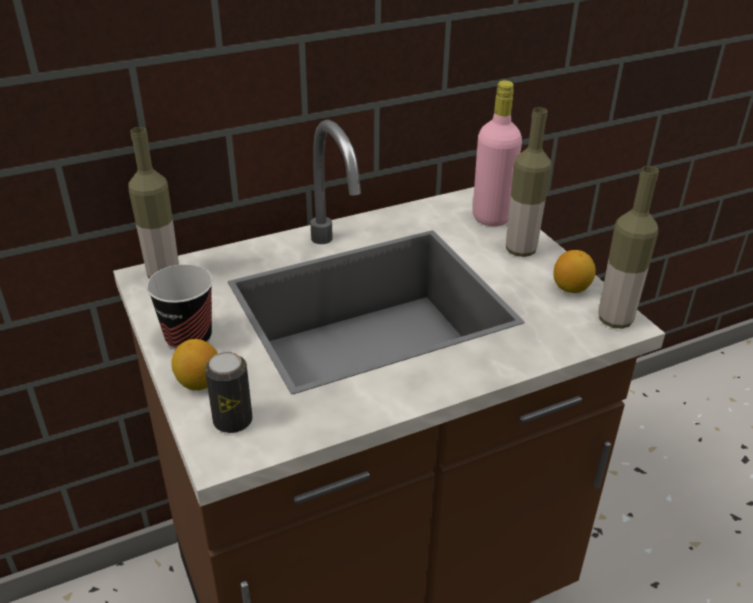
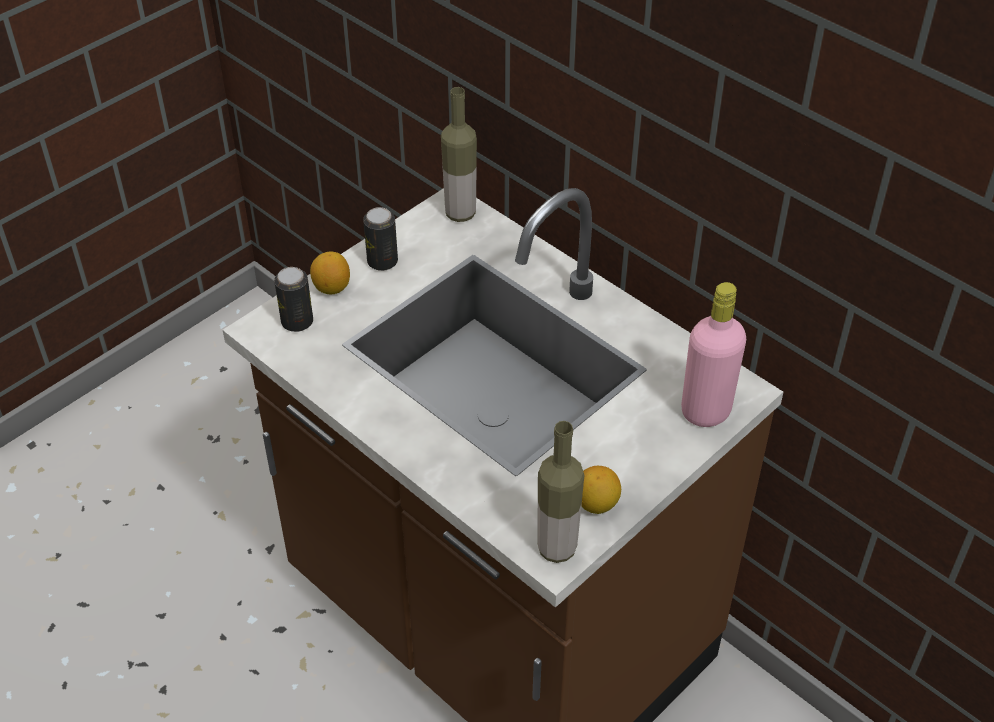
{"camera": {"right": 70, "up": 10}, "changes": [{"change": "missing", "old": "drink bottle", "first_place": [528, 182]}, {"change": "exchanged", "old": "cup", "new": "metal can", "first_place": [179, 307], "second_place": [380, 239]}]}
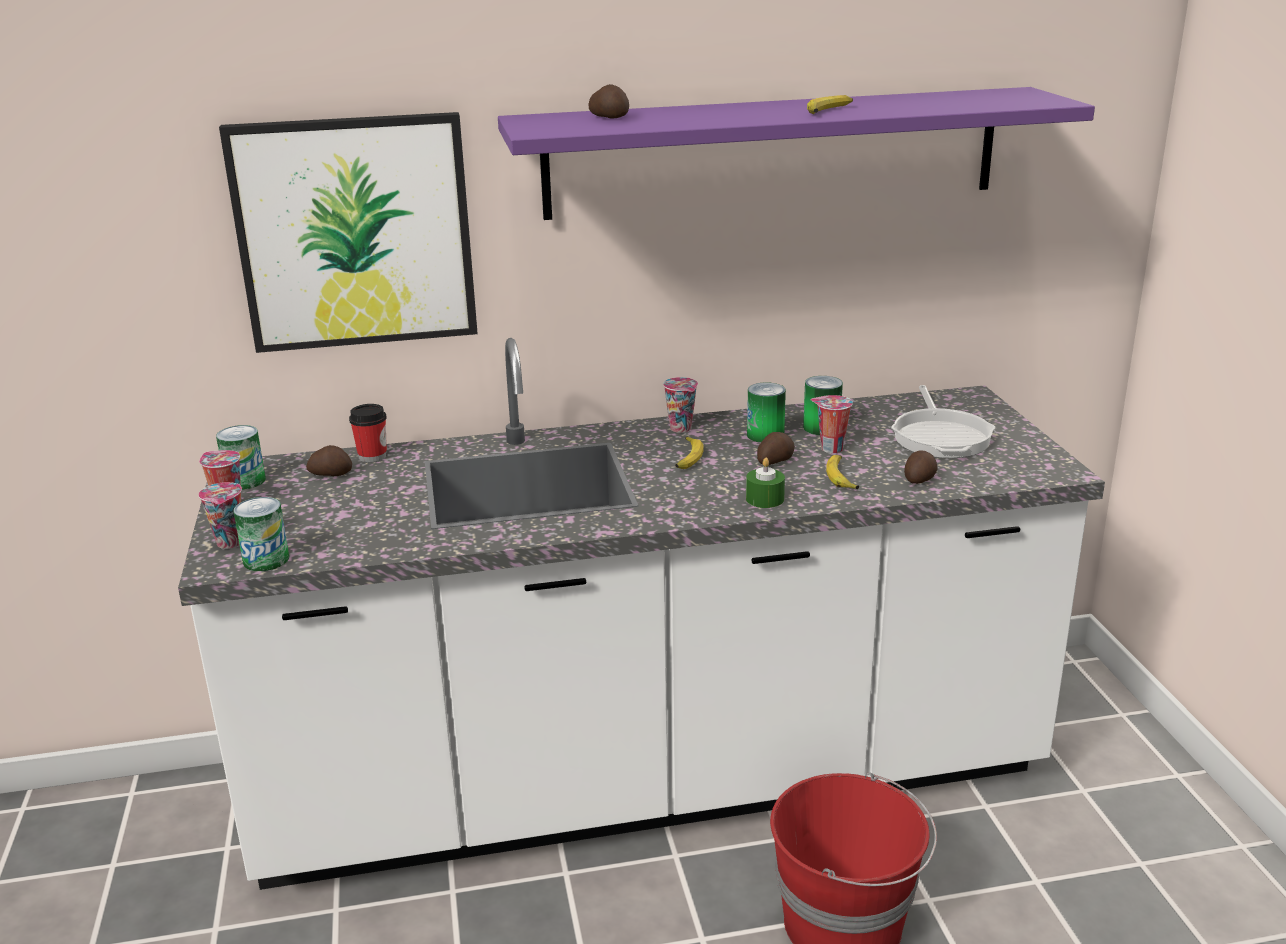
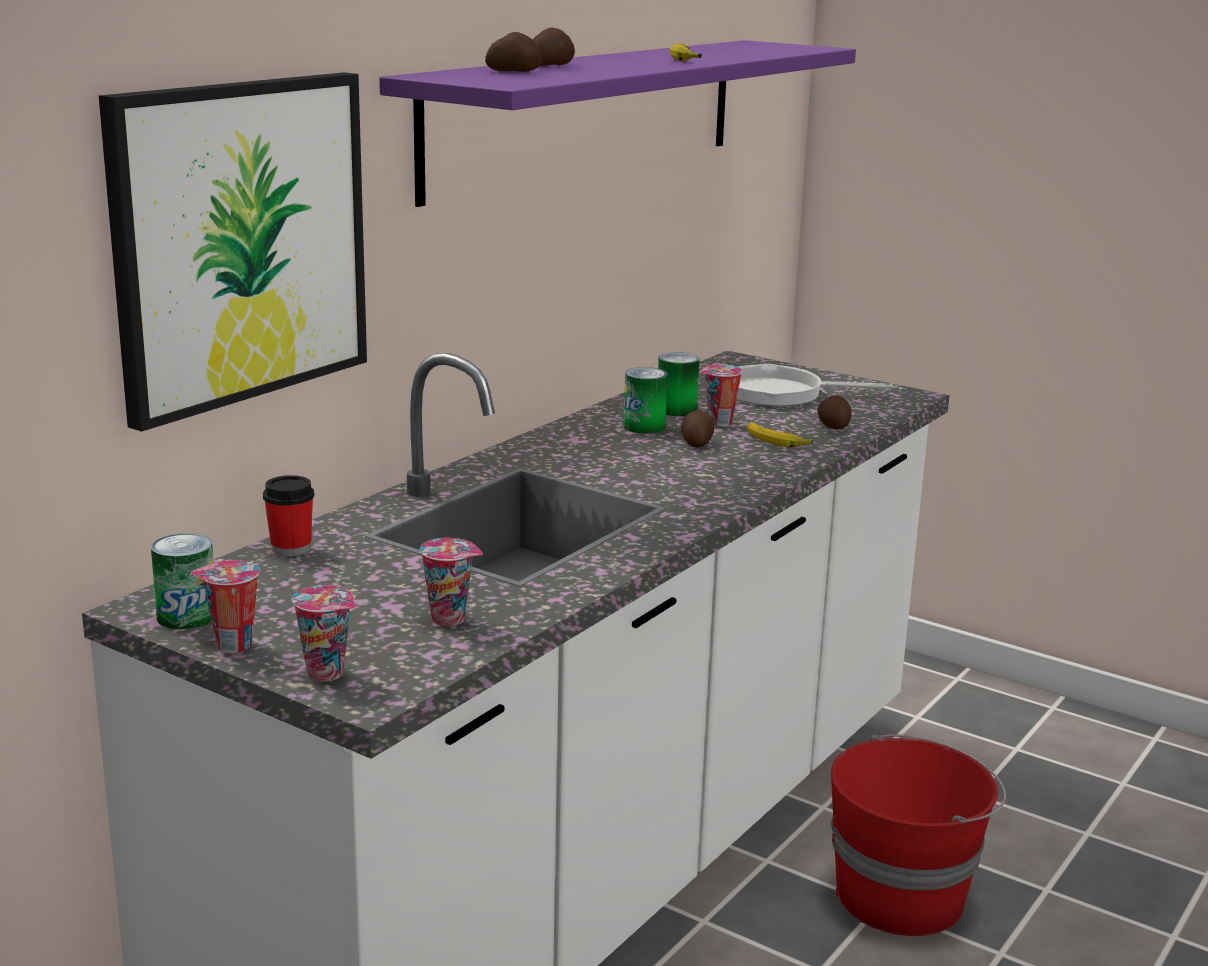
{"camera": {"right": -45, "up": -5}, "changes": [{"change": "relocated", "old": "cup", "first_place": [680, 405], "second_place": [451, 582]}, {"change": "spun", "old": "pan", "first_place": [943, 421], "second_place": [815, 385], "degrees": 135}, {"change": "missing", "old": "banana fruit", "first_place": [689, 452]}, {"change": "relocated", "old": "spud", "first_place": [329, 460], "second_place": [553, 46]}, {"change": "missing", "old": "candle in greenish", "first_place": [765, 482]}, {"change": "missing", "old": "metal can", "first_place": [261, 534]}]}
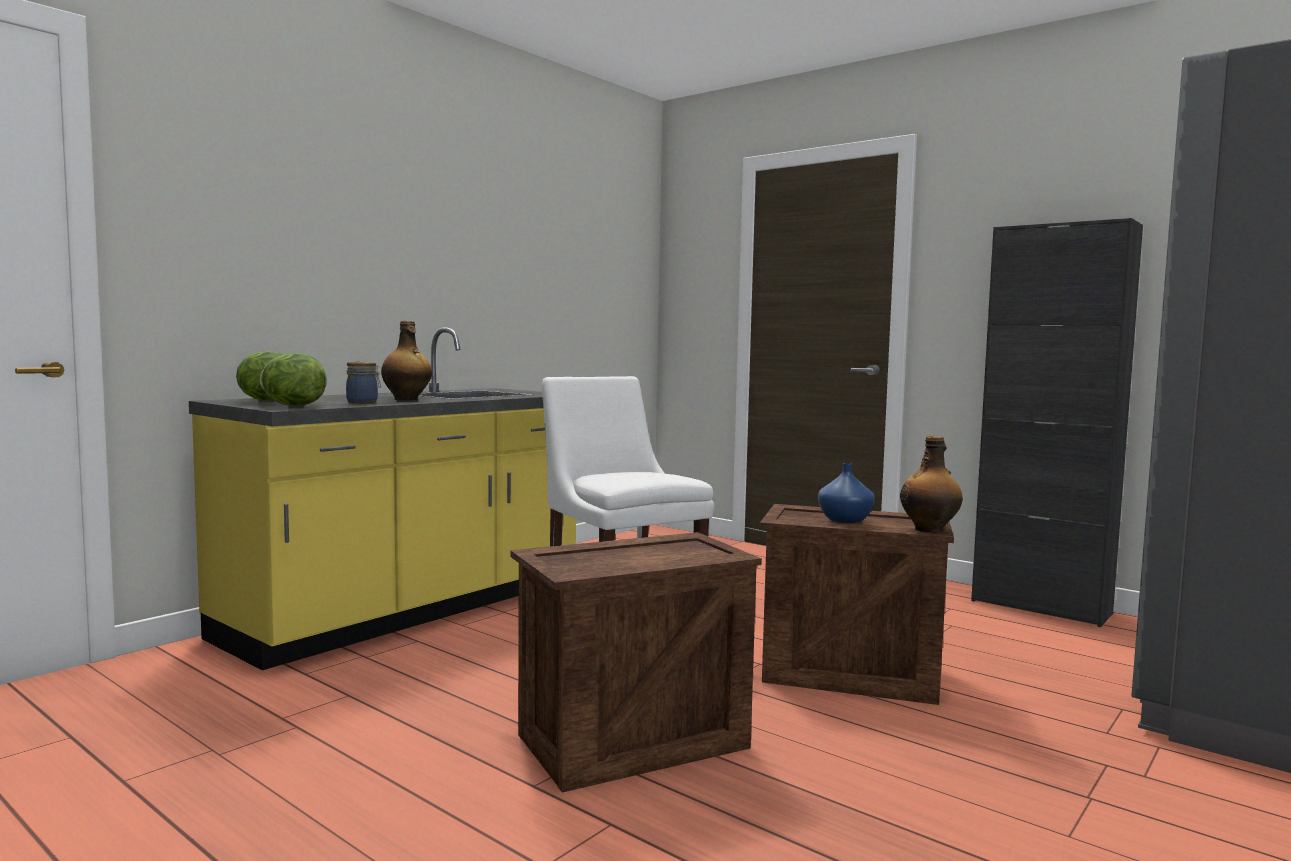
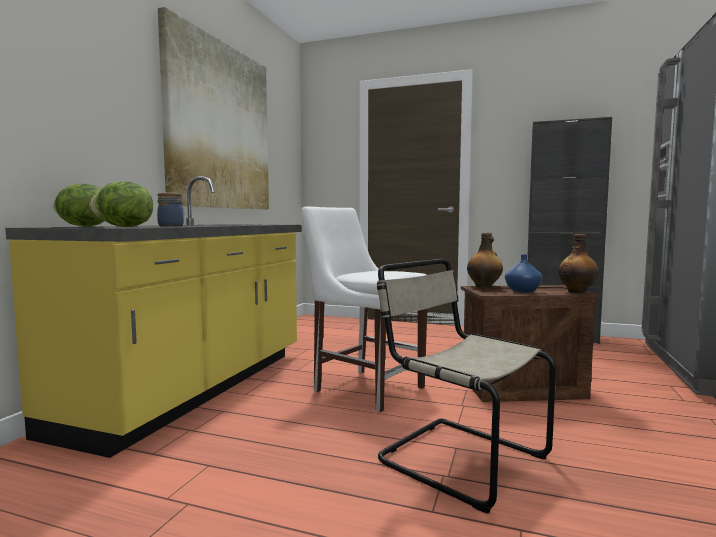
{"camera": {"right": -20, "up": 0}, "changes": [{"change": "relocated", "old": "drink bottle", "first_place": [406, 361], "second_place": [485, 260]}, {"change": "exchanged", "old": "crate", "new": "plain chair in sand-coloured", "first_place": [636, 662], "second_place": [466, 386]}, {"change": "appeared", "new": "wall picture", "second_place": [213, 108]}]}
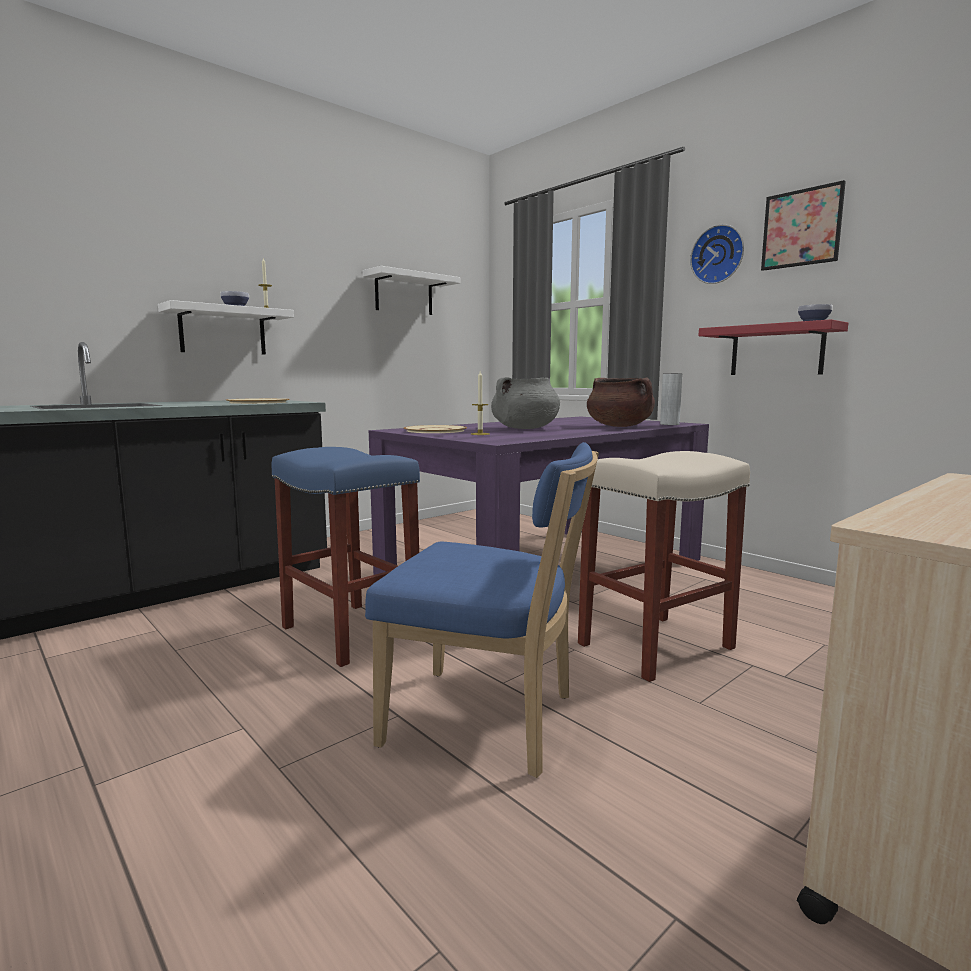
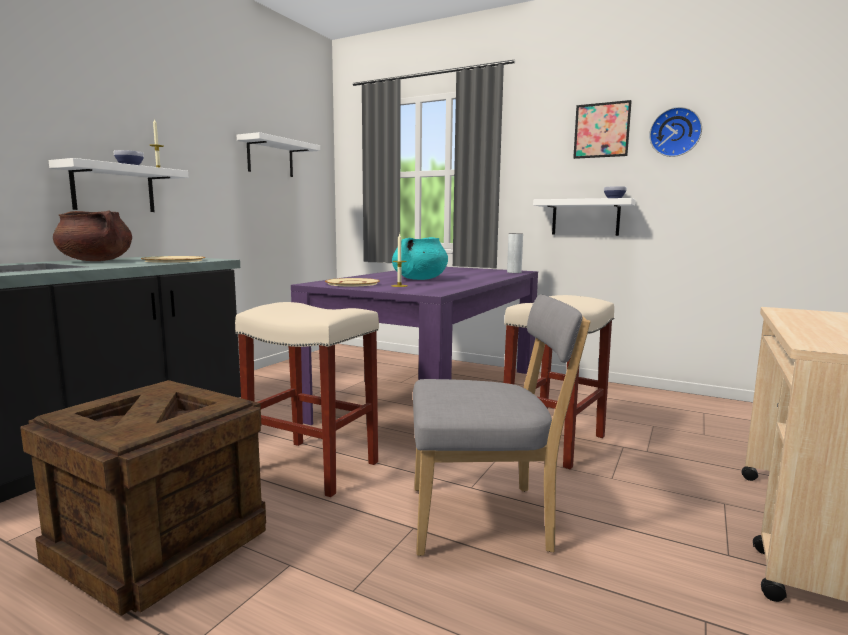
{"camera": {"right": -20, "up": 0}, "changes": [{"change": "relocated", "old": "hanging clock", "first_place": [717, 254], "second_place": [675, 132]}, {"change": "colour", "old": "shelf in reddish", "new": "shelf in white", "first_place": [773, 347], "second_place": [584, 217]}, {"change": "colour", "old": "saucepot in greyish", "new": "saucepot in blue-green", "first_place": [525, 403], "second_place": [420, 258]}, {"change": "relocated", "old": "saucepot in brown-coloured", "first_place": [621, 402], "second_place": [92, 235]}, {"change": "colour", "old": "plain chair in blue-coloured", "new": "plain chair in greyish", "first_place": [482, 610], "second_place": [502, 425]}, {"change": "colour", "old": "sitting stool in blue-coloured", "new": "sitting stool in sand-coloured", "first_place": [345, 557], "second_place": [307, 399]}, {"change": "appeared", "new": "crate", "second_place": [143, 498]}]}
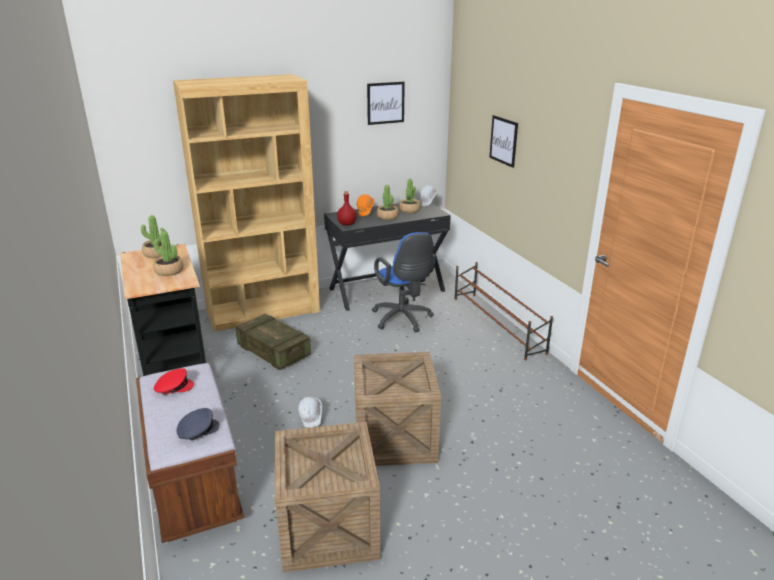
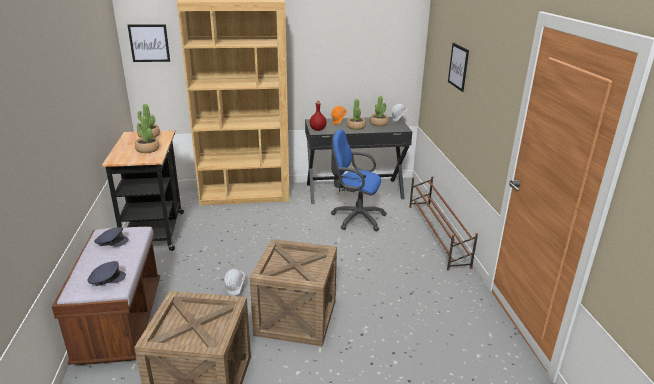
{"camera": {"right": 15, "up": 0}, "changes": [{"change": "relocated", "old": "wall picture", "first_place": [386, 103], "second_place": [149, 43]}, {"change": "spun", "old": "computer chair in blue-coloured", "first_place": [404, 282], "second_place": [359, 180], "degrees": 120}, {"change": "missing", "old": "crate", "first_place": [273, 342]}, {"change": "colour", "old": "cap in reddish", "new": "cap in greyish", "first_place": [174, 381], "second_place": [111, 236]}]}
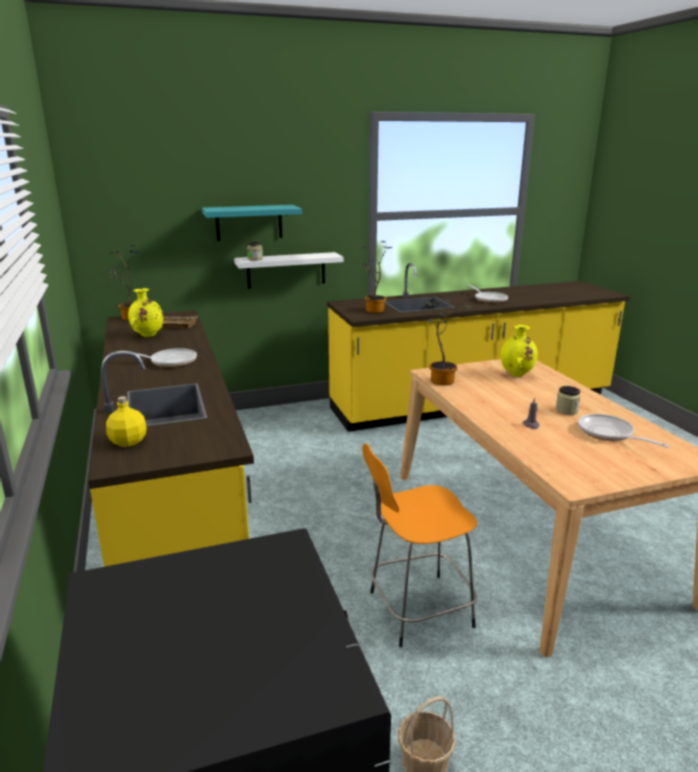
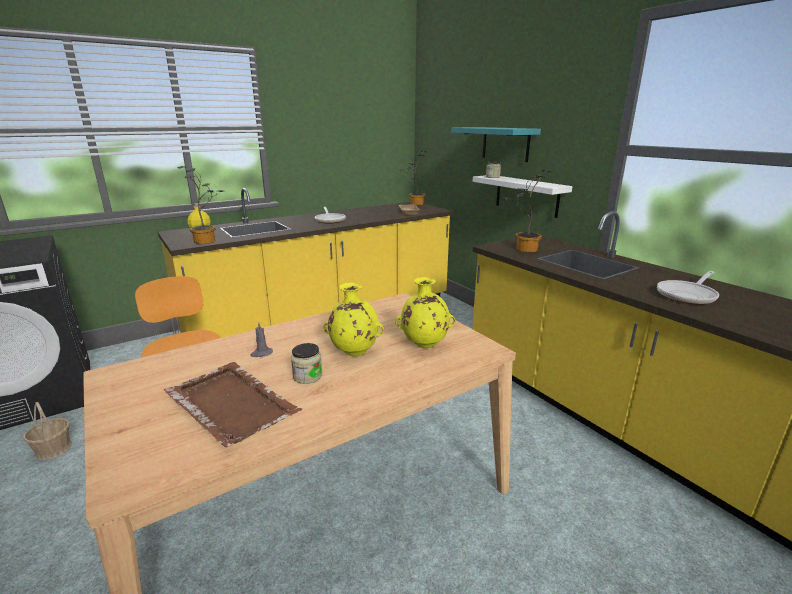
{"camera": {"right": 75, "up": 0}, "changes": [{"change": "relocated", "old": "decorative vase in yellow-coloured", "first_place": [145, 312], "second_place": [353, 319]}, {"change": "relocated", "old": "plant in a pot", "first_place": [447, 342], "second_place": [200, 205]}, {"change": "exchanged", "old": "pan", "new": "carrying tray in brown-coloured", "first_place": [624, 431], "second_place": [233, 404]}]}
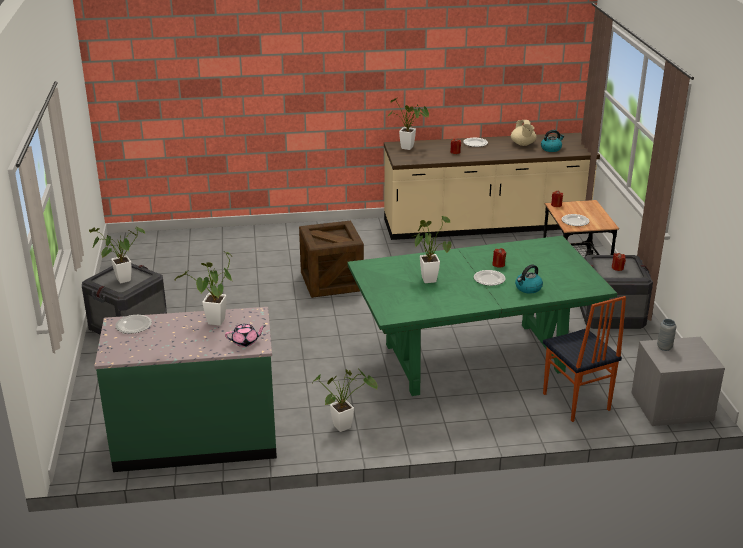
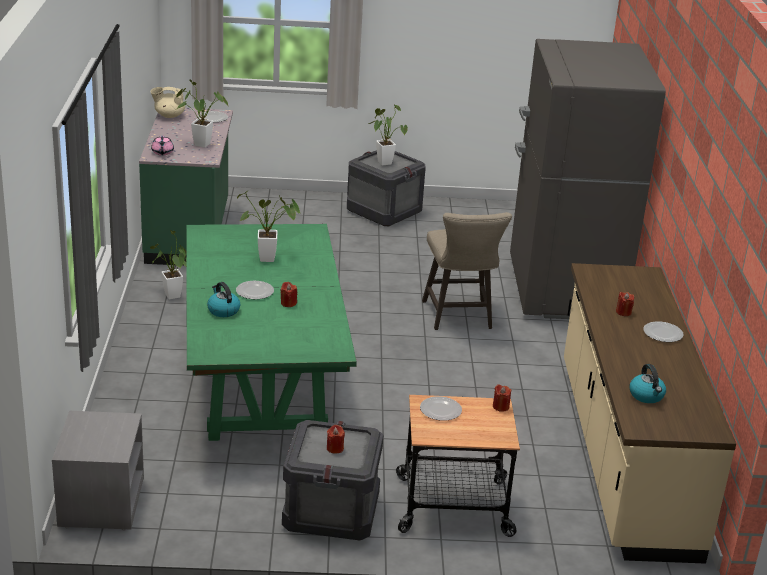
{"camera": {"right": 95, "up": 0}, "changes": [{"change": "missing", "old": "plant in a pot", "first_place": [408, 124]}, {"change": "relocated", "old": "pot for tea in sand-coloured", "first_place": [524, 133], "second_place": [168, 102]}, {"change": "exchanged", "old": "crate", "new": "sitting stool in sand-coloured", "first_place": [331, 259], "second_place": [467, 271]}, {"change": "missing", "old": "plain chair", "first_place": [584, 359]}, {"change": "missing", "old": "decorative vase in greyish", "first_place": [666, 335]}, {"change": "appeared", "new": "refrigerator in greyish", "second_place": [588, 179]}]}
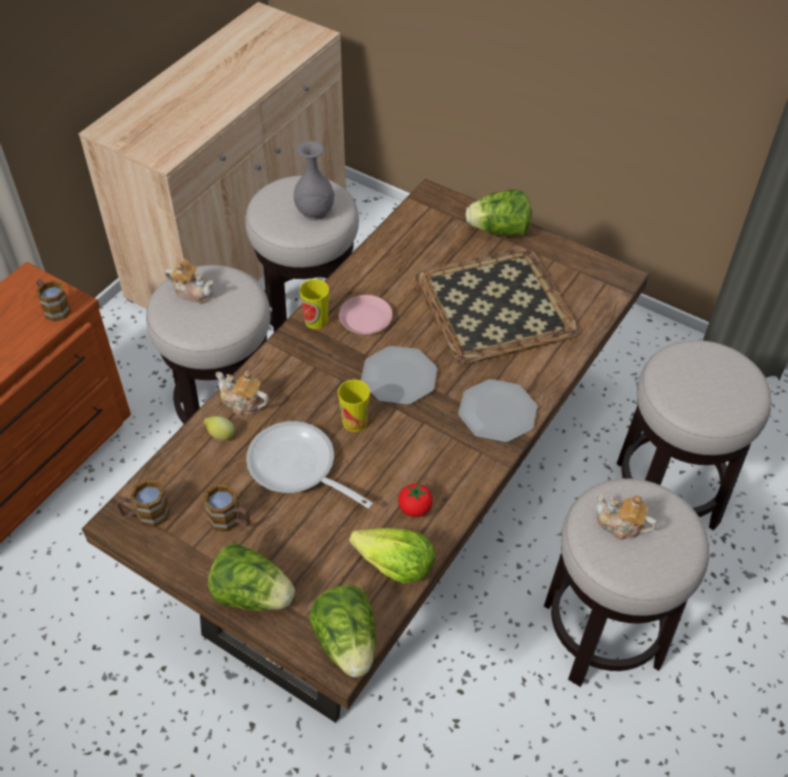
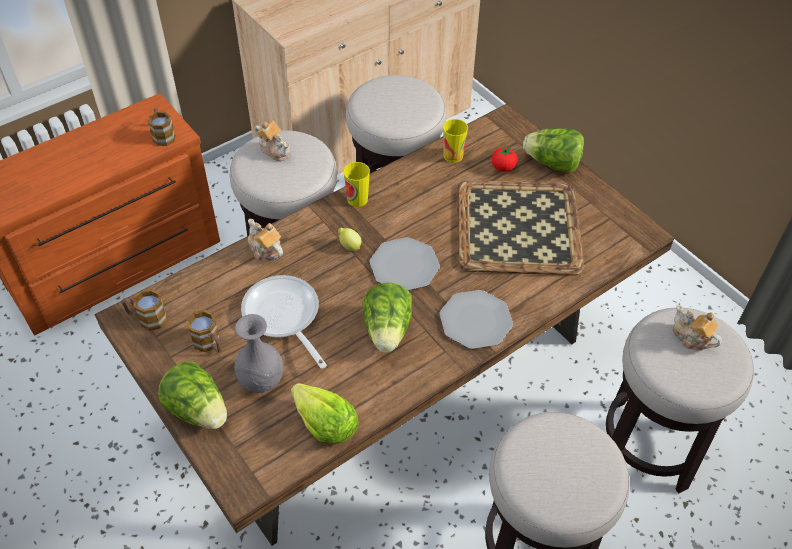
{"camera": {"right": 20, "up": 0}, "changes": [{"change": "relocated", "old": "decorative vase in greyish", "first_place": [314, 180], "second_place": [259, 353]}, {"change": "missing", "old": "plate in pinkish", "first_place": [365, 314]}, {"change": "relocated", "old": "cup", "first_place": [354, 406], "second_place": [455, 141]}, {"change": "relocated", "old": "lemon", "first_place": [219, 428], "second_place": [350, 239]}, {"change": "relocated", "old": "whole tomato", "first_place": [415, 500], "second_place": [504, 159]}, {"change": "relocated", "old": "pot for tea", "first_place": [626, 517], "second_place": [697, 328]}, {"change": "relocated", "old": "lettuce", "first_place": [342, 631], "second_place": [387, 317]}]}
